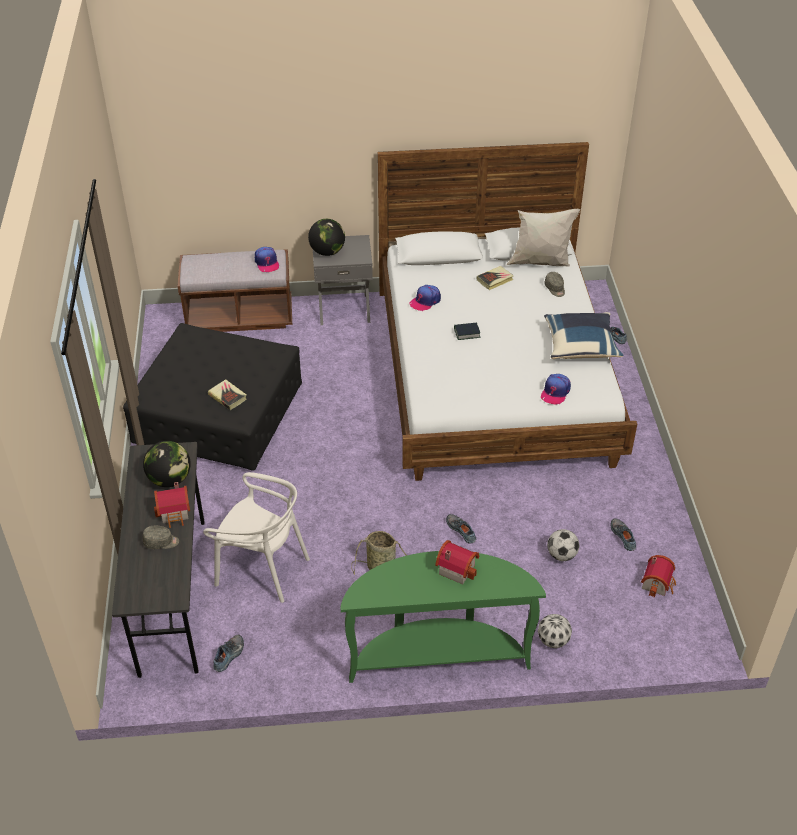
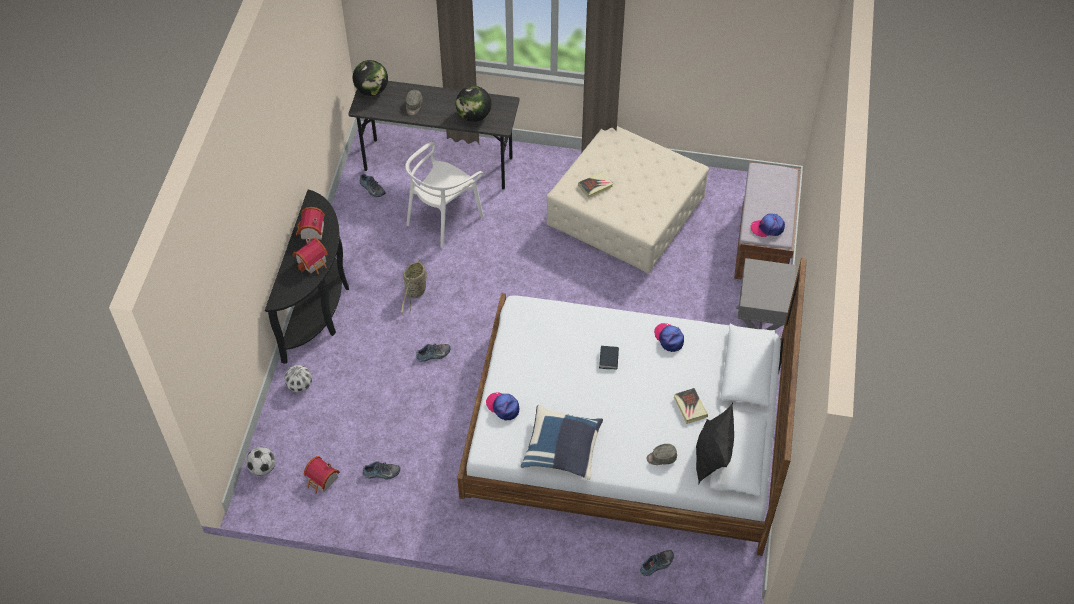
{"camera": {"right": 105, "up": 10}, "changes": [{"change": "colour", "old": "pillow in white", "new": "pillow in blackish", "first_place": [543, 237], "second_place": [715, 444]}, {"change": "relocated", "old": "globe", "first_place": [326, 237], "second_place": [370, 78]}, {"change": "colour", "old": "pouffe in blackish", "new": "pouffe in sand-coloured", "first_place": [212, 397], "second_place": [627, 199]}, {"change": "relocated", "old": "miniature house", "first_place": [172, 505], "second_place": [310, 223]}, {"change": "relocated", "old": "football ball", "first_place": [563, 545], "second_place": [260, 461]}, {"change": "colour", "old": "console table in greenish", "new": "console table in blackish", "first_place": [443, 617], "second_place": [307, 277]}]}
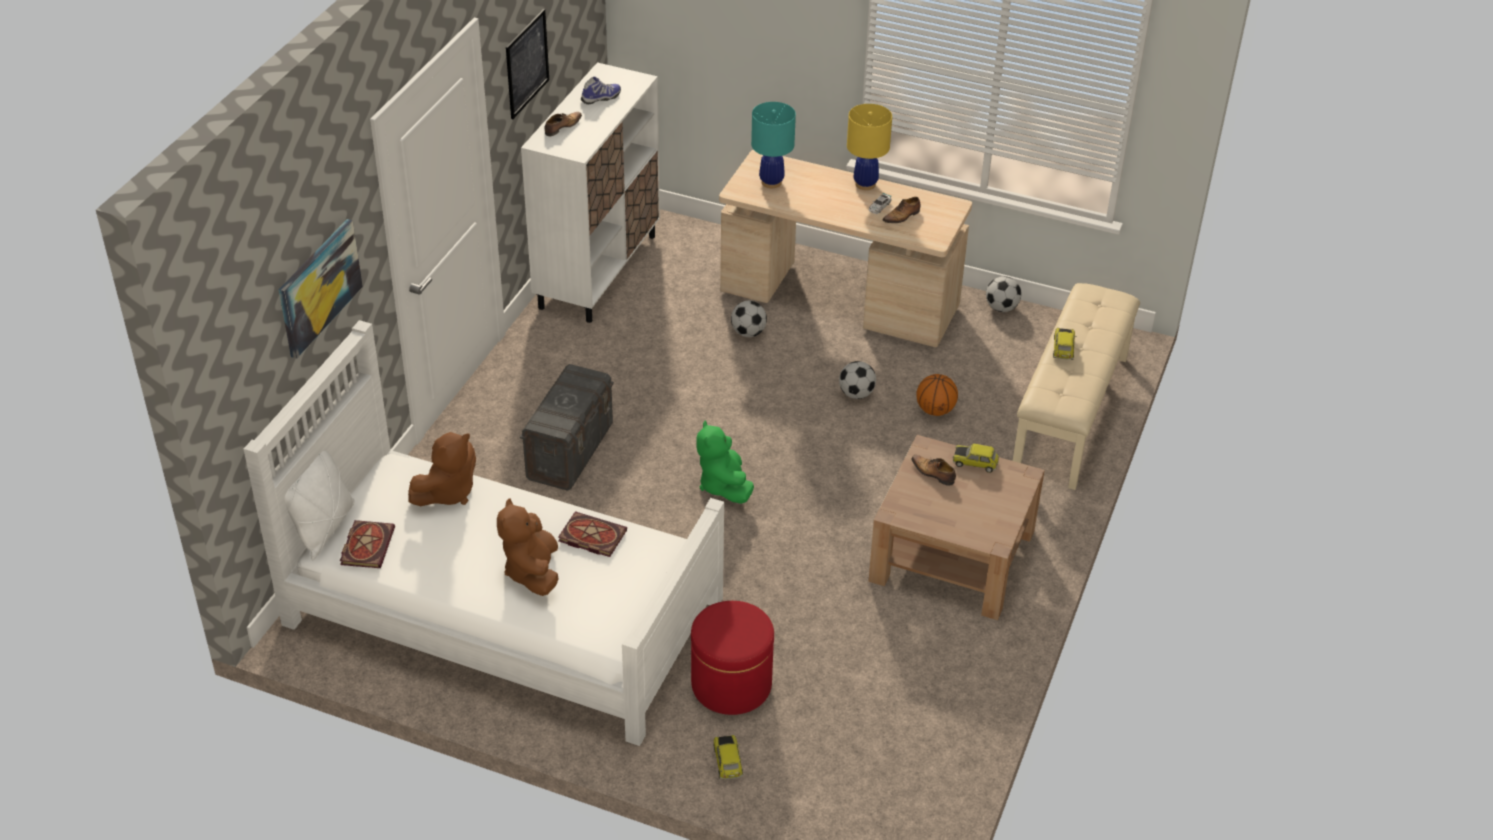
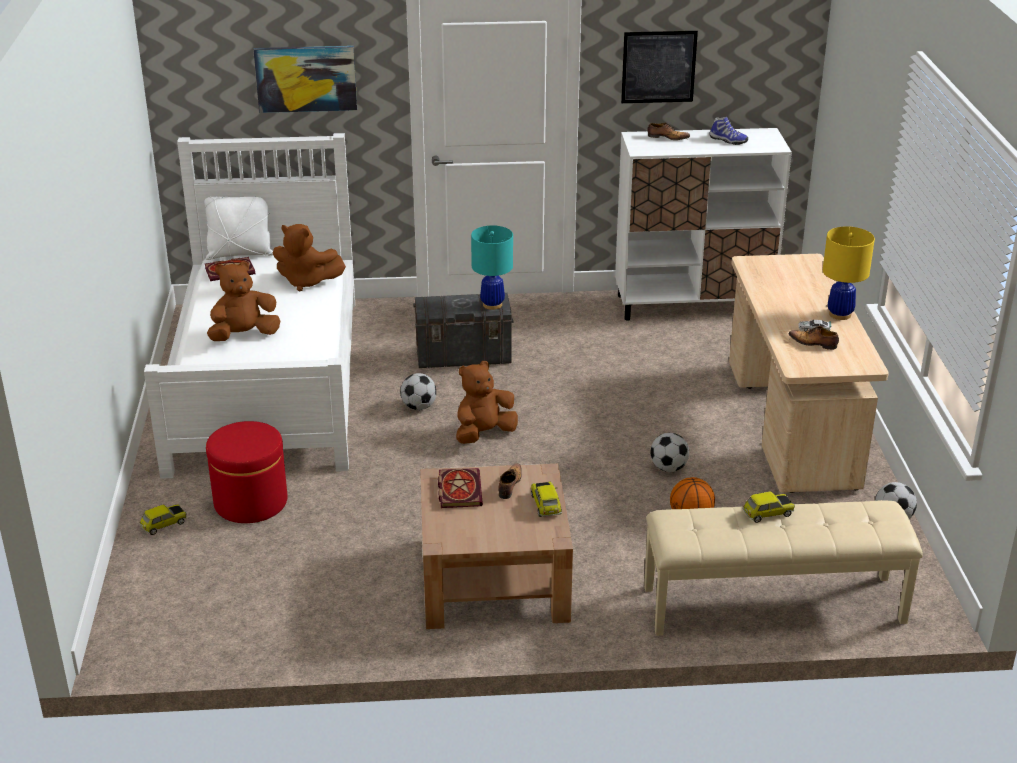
{"camera": {"right": 65, "up": -10}, "changes": [{"change": "relocated", "old": "lamp for a table in blue-green", "first_place": [773, 145], "second_place": [492, 267]}, {"change": "relocated", "old": "football ball", "first_place": [749, 319], "second_place": [418, 391]}, {"change": "colour", "old": "cuddly toy in greenish", "new": "cuddly toy in brown-coloured", "first_place": [725, 462], "second_place": [487, 402]}, {"change": "relocated", "old": "bound book", "first_place": [592, 534], "second_place": [460, 488]}]}
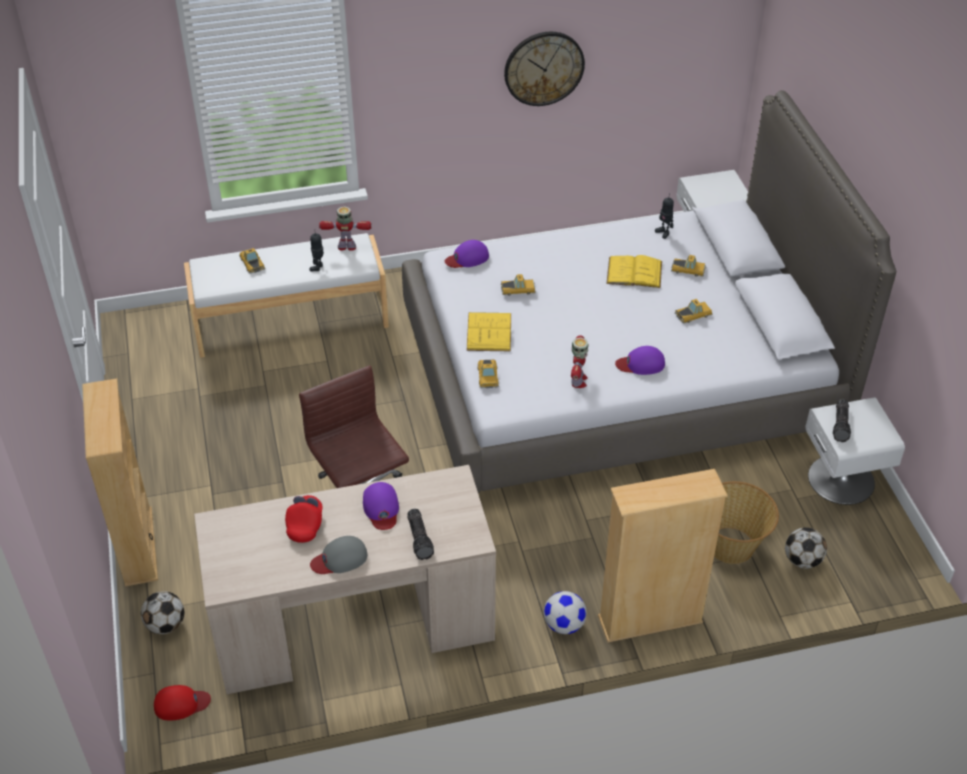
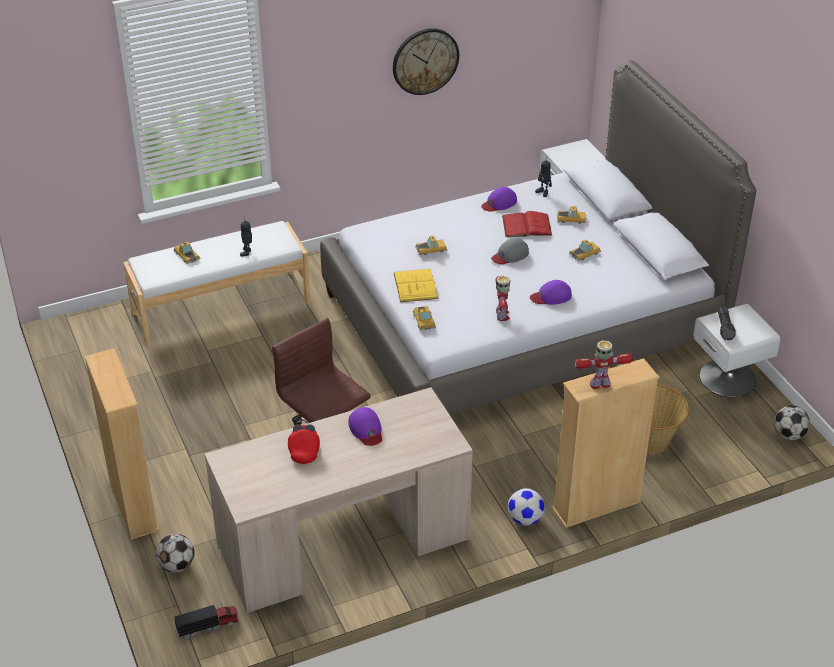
{"camera": {"right": -10, "up": -5}, "changes": [{"change": "relocated", "old": "robot figure", "first_place": [345, 228], "second_place": [604, 364]}, {"change": "relocated", "old": "cap in purplish", "first_place": [467, 254], "second_place": [499, 199]}, {"change": "colour", "old": "bound book in yellow-coloured", "new": "bound book in reddish", "first_place": [634, 271], "second_place": [527, 224]}, {"change": "missing", "old": "flashlight", "first_place": [420, 534]}, {"change": "relocated", "old": "football ball", "first_place": [806, 548], "second_place": [792, 422]}, {"change": "relocated", "old": "cap in greyish", "first_place": [338, 555], "second_place": [510, 251]}, {"change": "exchanged", "old": "cap in reddish", "new": "toy truck", "first_place": [182, 702], "second_place": [206, 621]}]}
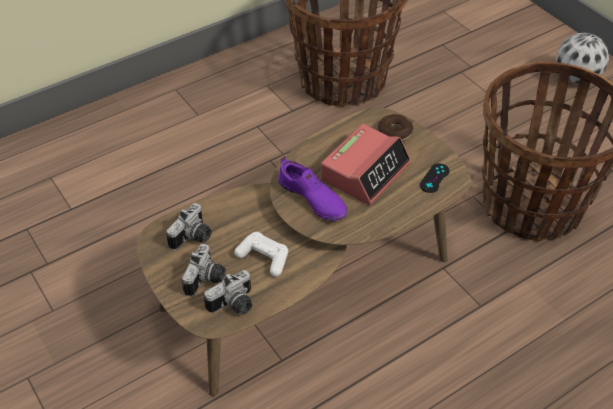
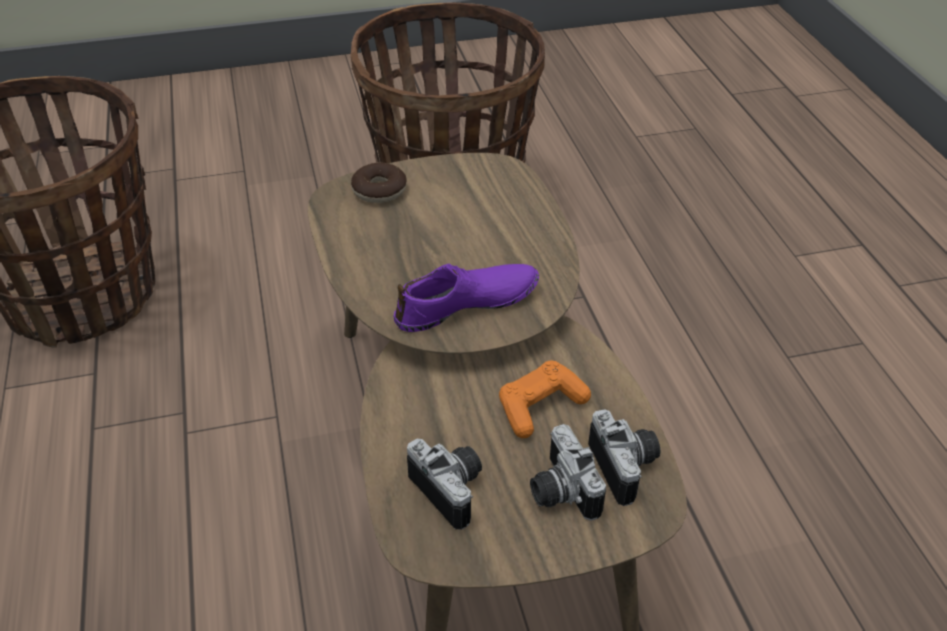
{"camera": {"right": -70, "up": -5}, "changes": [{"change": "missing", "old": "football ball", "first_place": [582, 58]}, {"change": "missing", "old": "alarm clock", "first_place": [366, 164]}, {"change": "missing", "old": "game controller in blackish", "first_place": [434, 178]}, {"change": "colour", "old": "game controller in white", "new": "game controller in orangey", "first_place": [261, 254], "second_place": [545, 399]}, {"change": "spun", "old": "still camera", "first_place": [203, 270], "second_place": [568, 472], "degrees": -150}]}
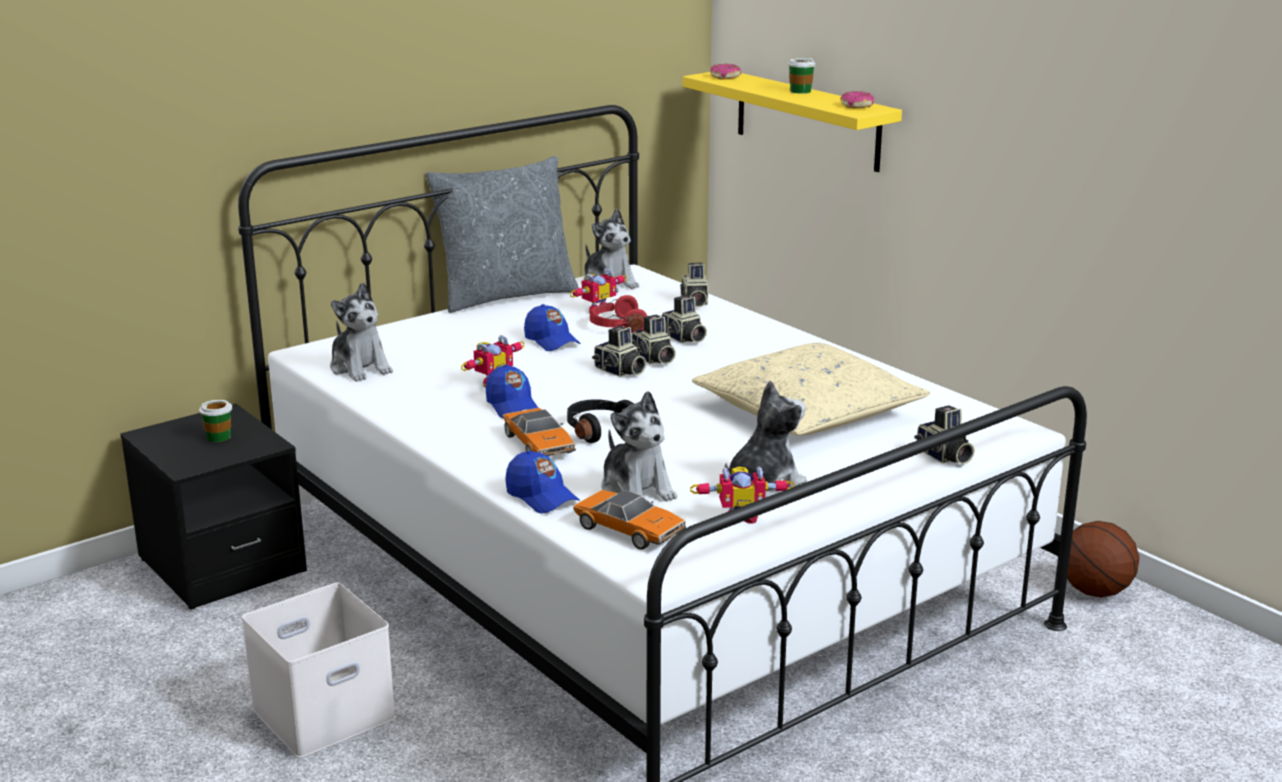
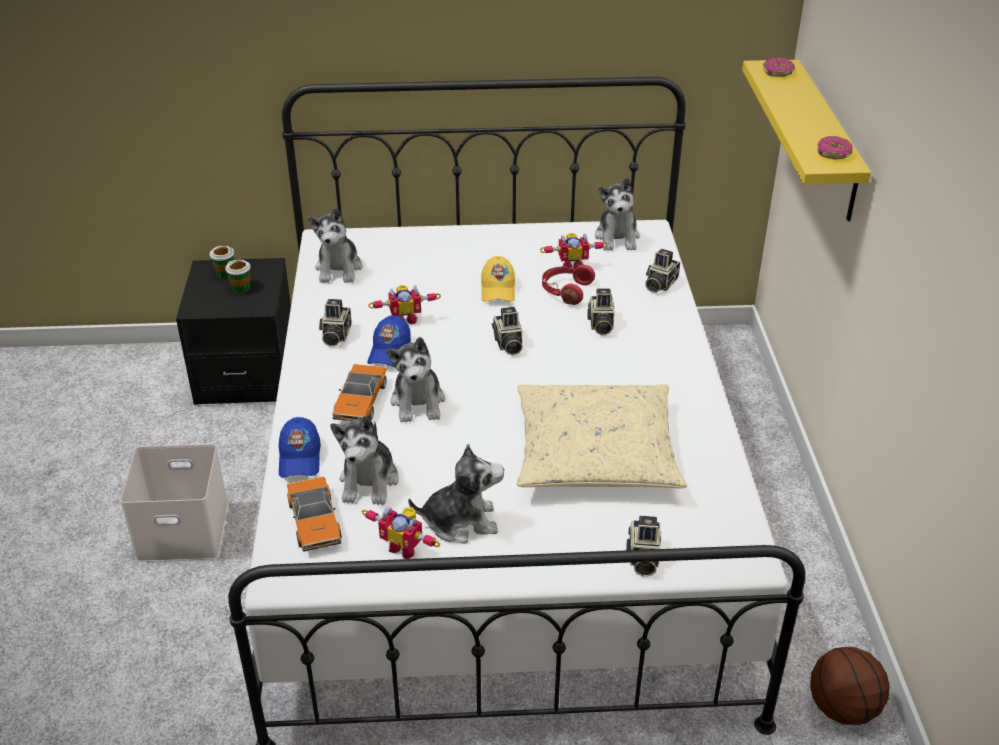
{"camera": {"right": 35, "up": 15}, "changes": [{"change": "relocated", "old": "cup", "first_place": [801, 75], "second_place": [222, 262]}, {"change": "missing", "old": "pillow in greyish", "first_place": [502, 234]}, {"change": "colour", "old": "cap in blue-coloured", "new": "cap in yellow-coloured", "first_place": [552, 327], "second_place": [498, 279]}, {"change": "relocated", "old": "still camera", "first_place": [654, 339], "second_place": [335, 323]}, {"change": "exchanged", "old": "pair of headphones in blackish", "new": "cuddly toy", "first_place": [601, 421], "second_place": [415, 380]}]}
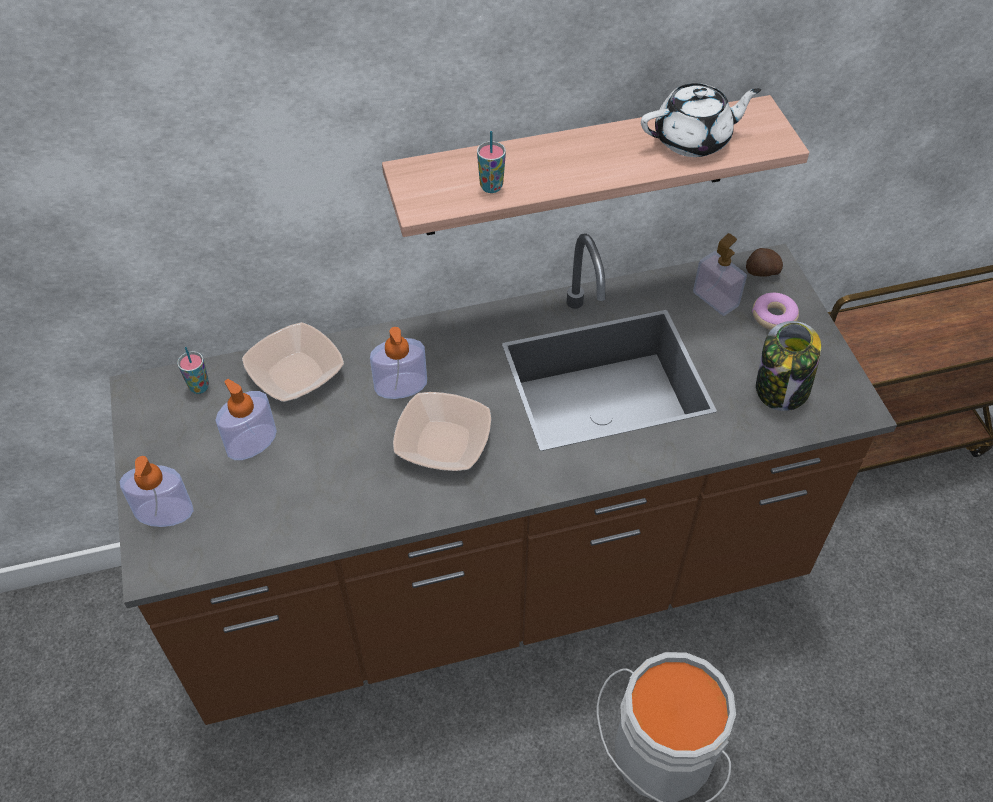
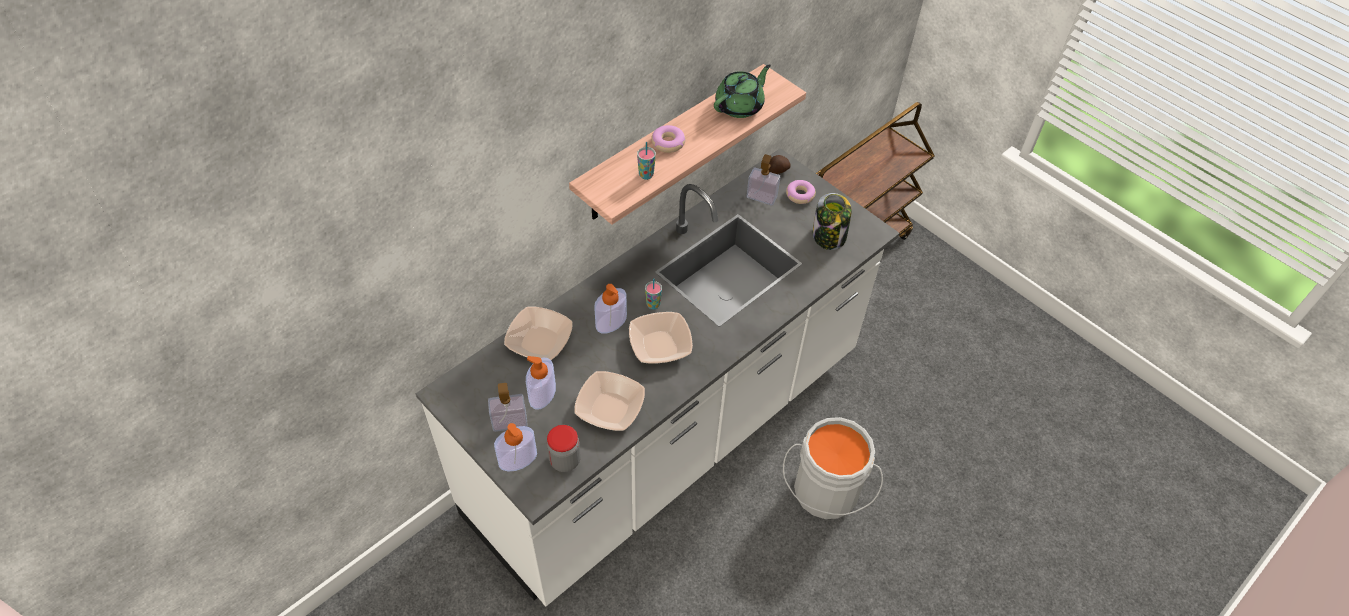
{"camera": {"right": -30, "up": 0}, "changes": [{"change": "colour", "old": "pot for tea in white", "new": "pot for tea in greenish", "first_place": [701, 120], "second_place": [742, 91]}, {"change": "colour", "old": "kitchen base unit in brown-coloured", "new": "kitchen base unit in white", "first_place": [503, 479], "second_place": [657, 377]}, {"change": "relocated", "old": "cup", "first_place": [193, 370], "second_place": [653, 293]}, {"change": "appeared", "new": "donut", "second_place": [668, 139]}, {"change": "appeared", "new": "bowl", "second_place": [609, 401]}, {"change": "appeared", "new": "soap bottle", "second_place": [508, 407]}, {"change": "appeared", "new": "storage jar", "second_place": [564, 448]}]}
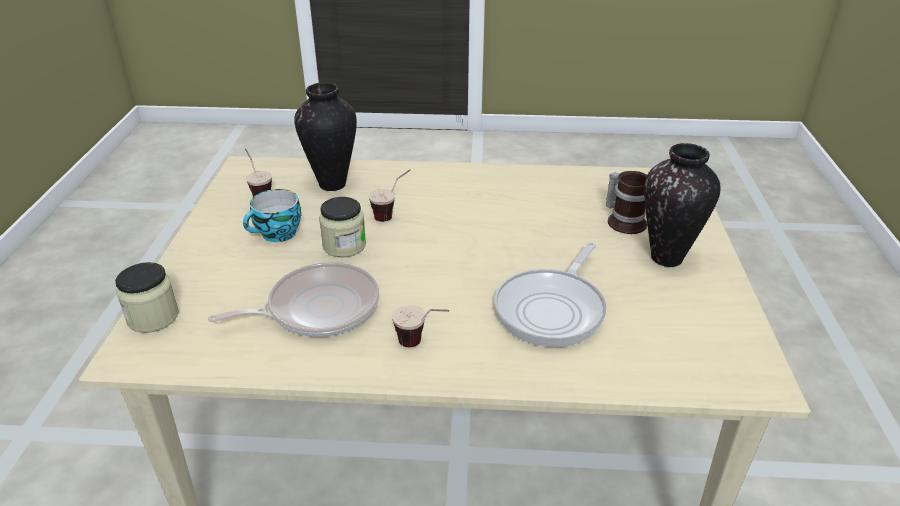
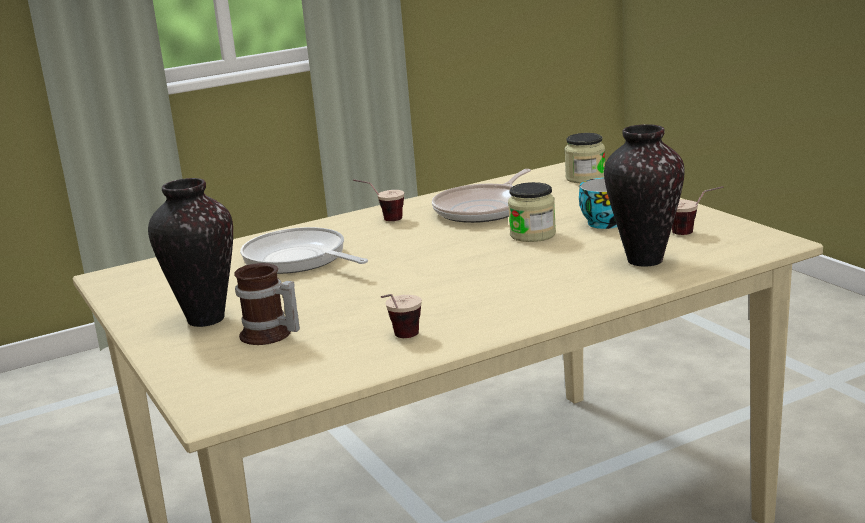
{"camera": {"right": 150, "up": -15}, "changes": [{"change": "relocated", "old": "cup", "first_place": [390, 196], "second_place": [401, 316]}, {"change": "spun", "old": "pan", "first_place": [550, 294], "second_place": [304, 250], "degrees": -45}]}
